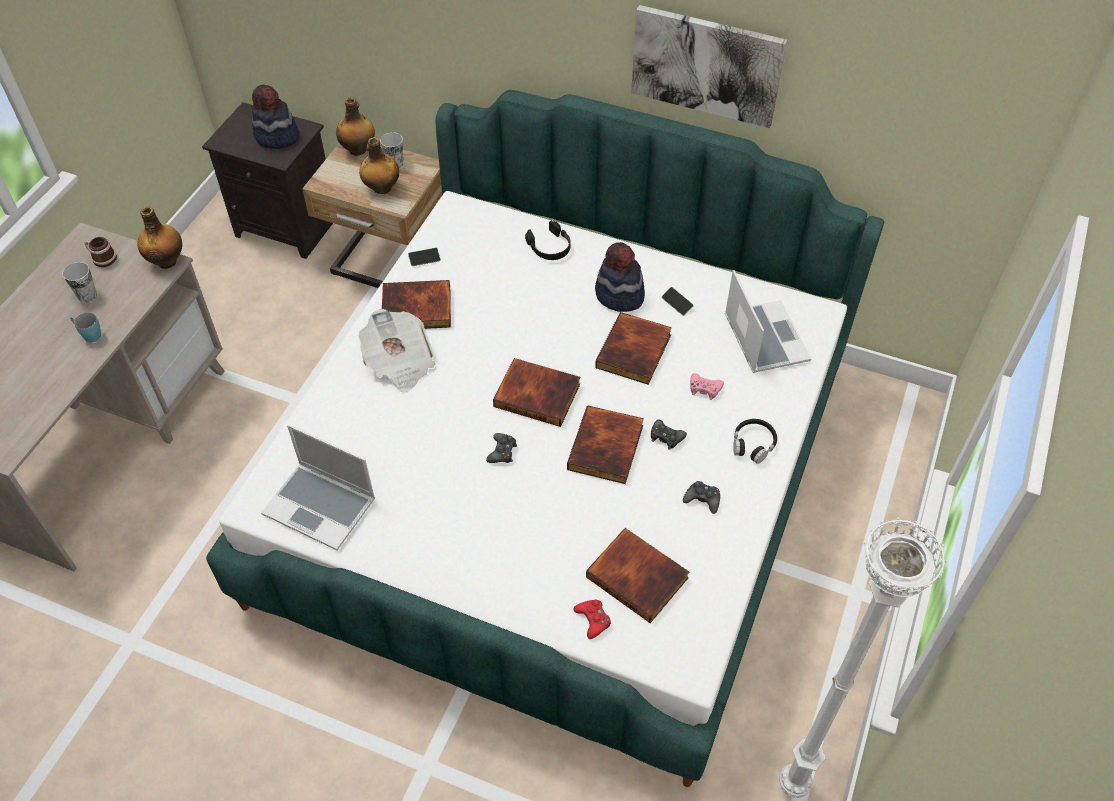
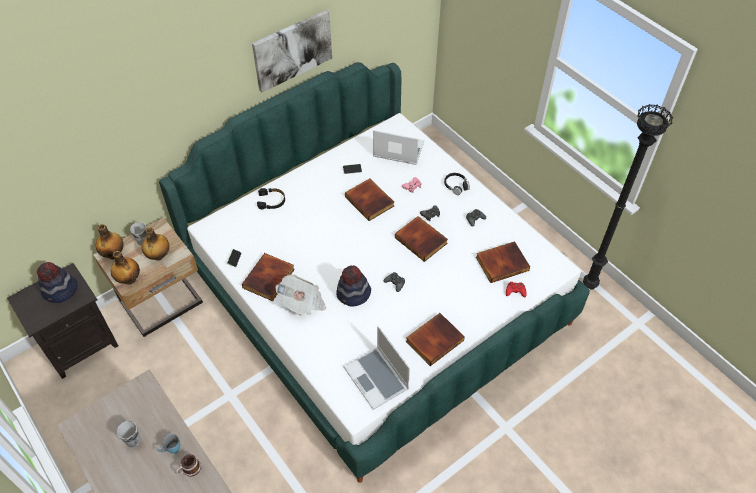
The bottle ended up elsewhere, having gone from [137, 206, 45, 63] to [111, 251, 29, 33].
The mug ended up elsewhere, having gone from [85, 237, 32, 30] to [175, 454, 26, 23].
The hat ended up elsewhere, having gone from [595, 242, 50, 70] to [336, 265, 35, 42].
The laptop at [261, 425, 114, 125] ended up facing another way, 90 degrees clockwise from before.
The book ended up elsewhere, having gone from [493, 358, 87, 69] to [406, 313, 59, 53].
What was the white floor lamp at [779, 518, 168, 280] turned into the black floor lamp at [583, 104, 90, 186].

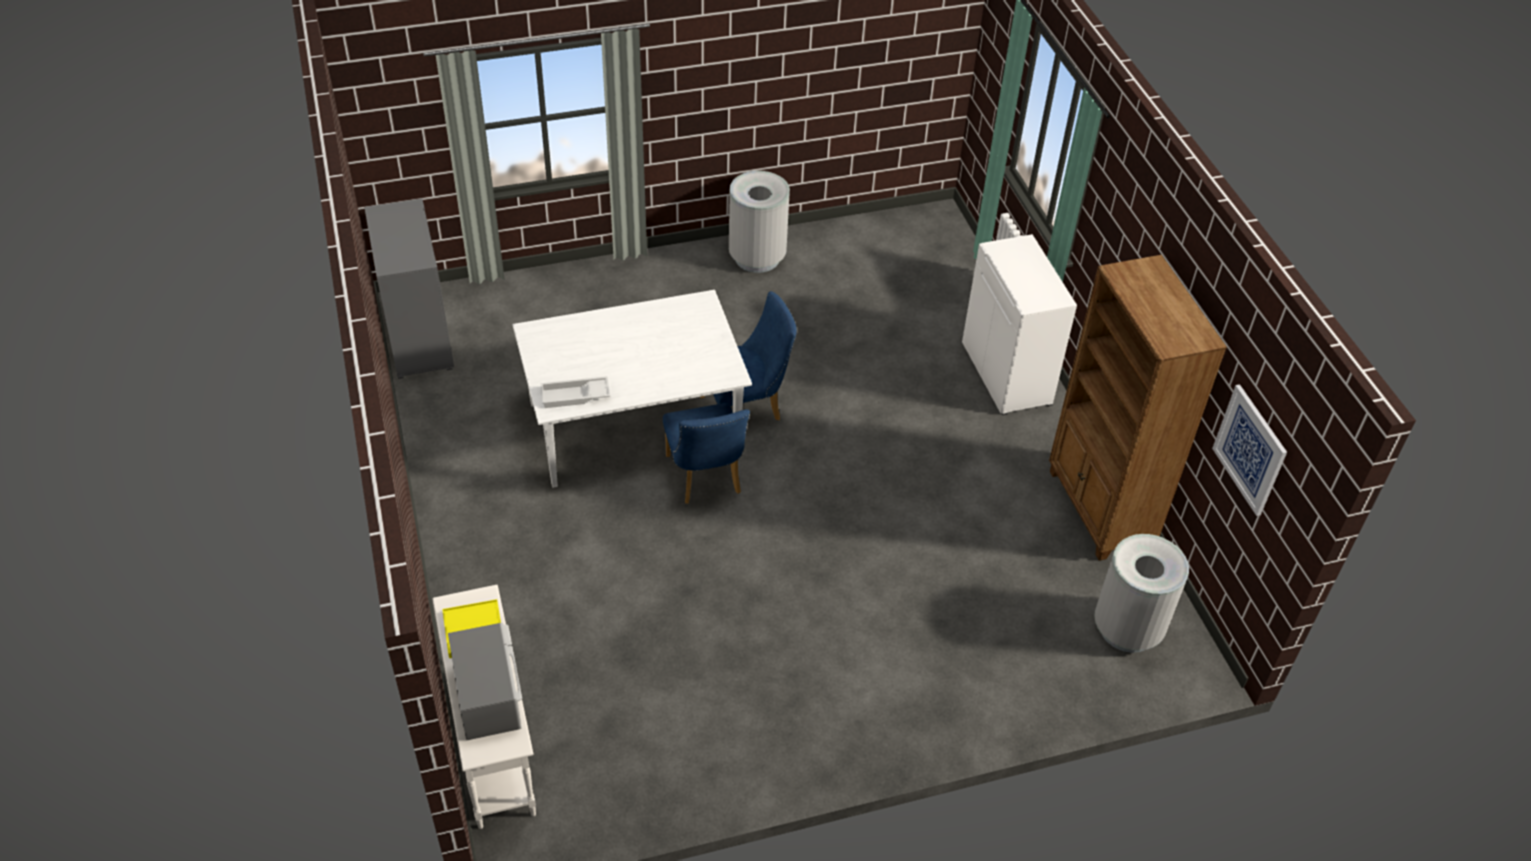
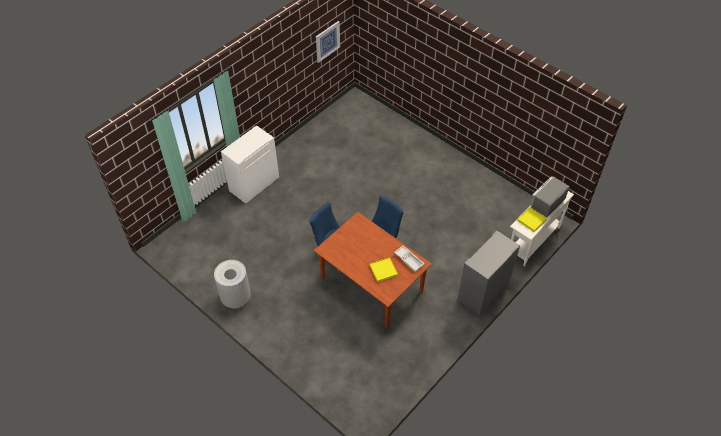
What was the white dining table at [513, 290, 239, 198] turned into the brown dining table at [314, 212, 118, 115].
The second view gained the yellow tray at [370, 257, 28, 25].
The grey cabinet ended up elsewhere, having gone from [364, 199, 90, 180] to [457, 230, 63, 86].
The second view lost the brown bookcase at [1049, 255, 178, 306].
The second view lost the grey trash can at [1094, 534, 95, 119].

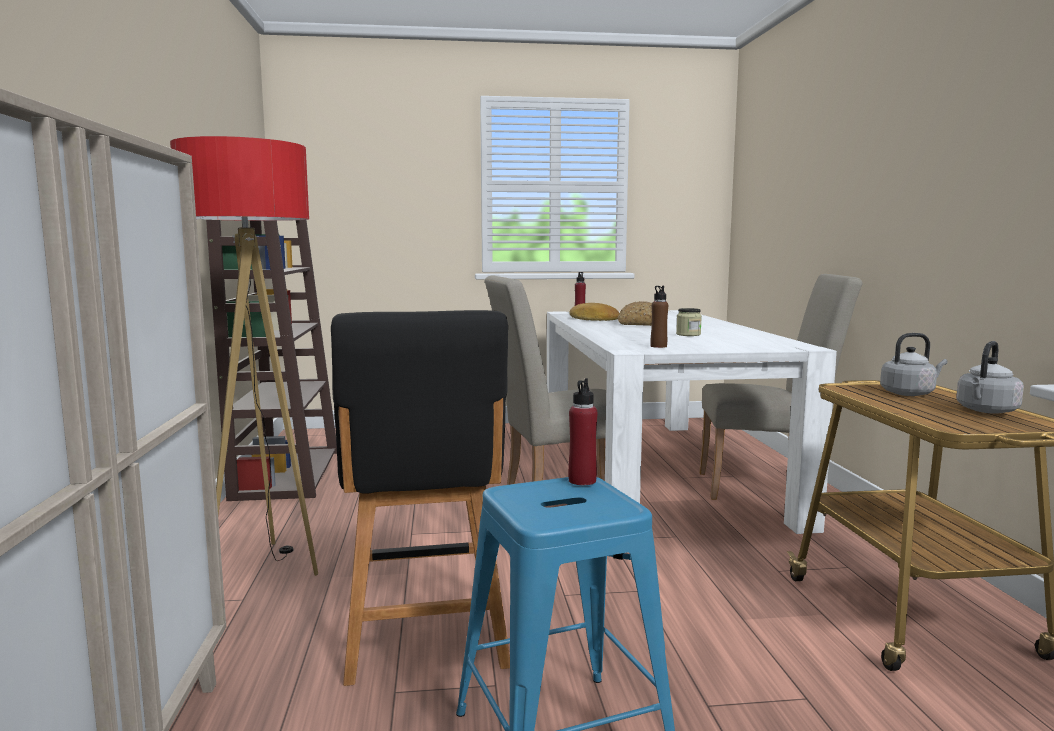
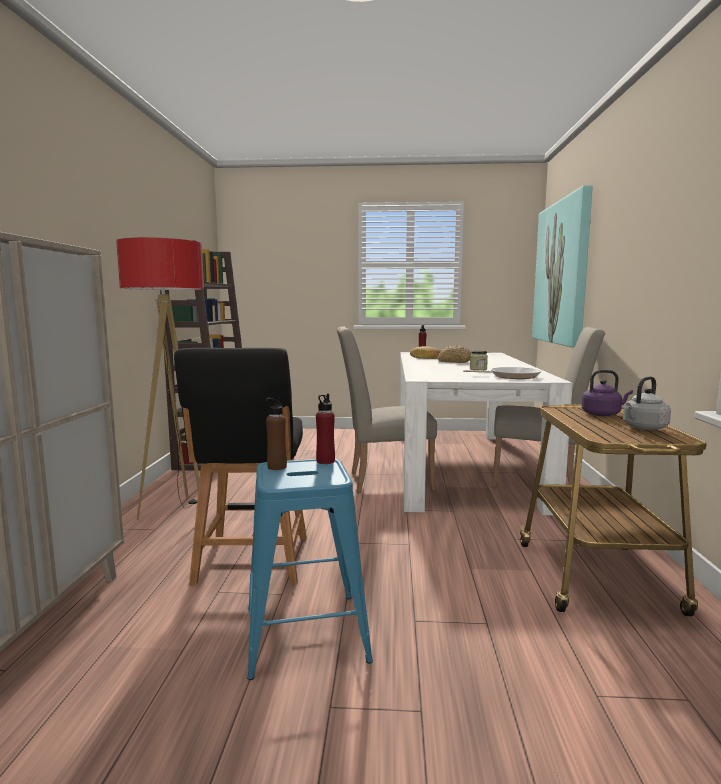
The brown bottle ended up elsewhere, having gone from [650, 286, 18, 62] to [265, 397, 22, 73].
The second view gained the frying pan at [463, 367, 78, 12].
The second view gained the picture at [532, 185, 61, 163].
What was the grey kettle at [880, 333, 68, 63] turned into the purple kettle at [582, 370, 51, 46].

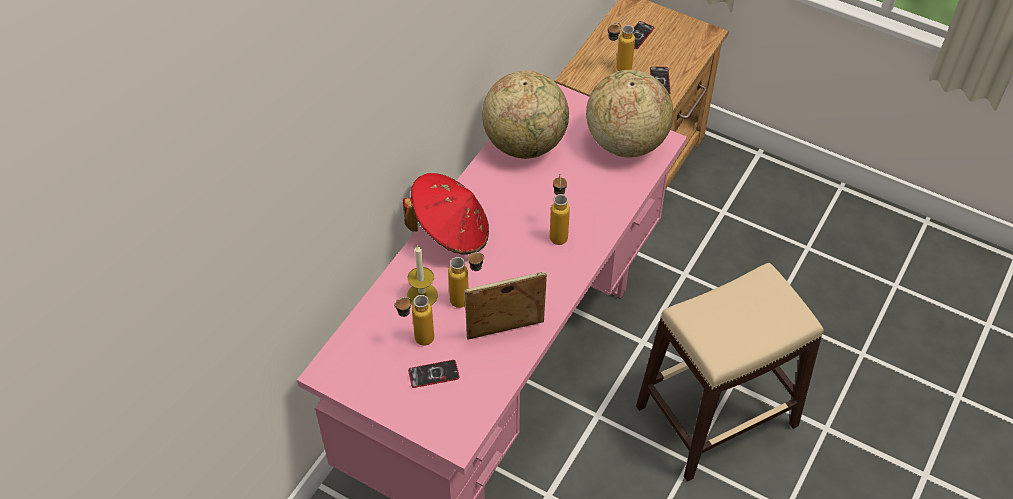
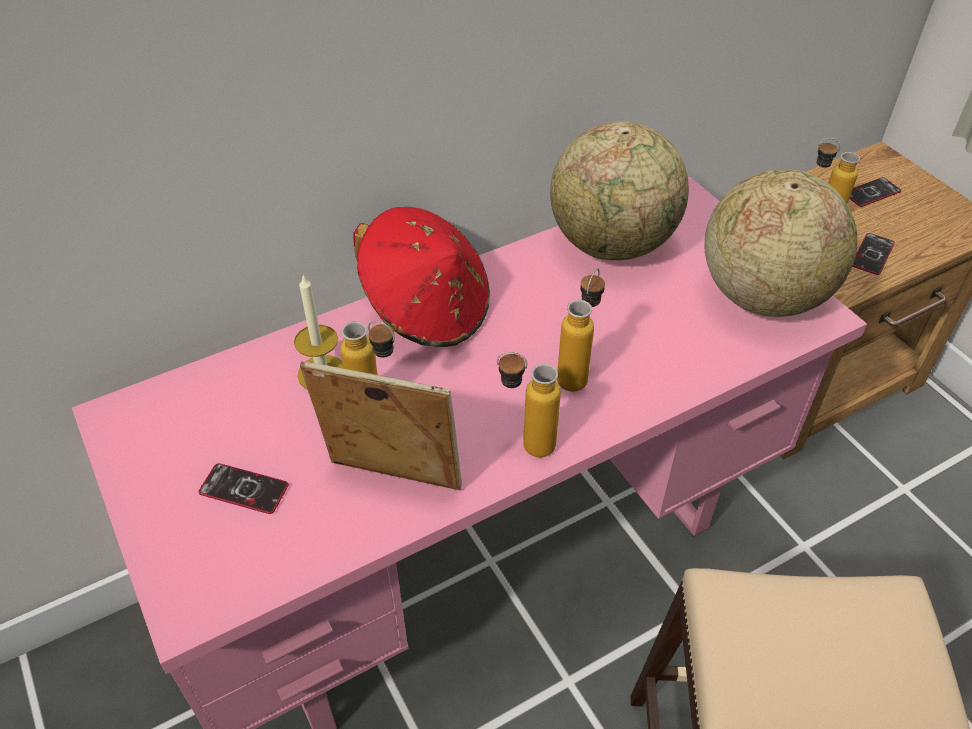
The bottle ended up elsewhere, having gone from [394, 295, 40, 51] to [497, 351, 64, 106].

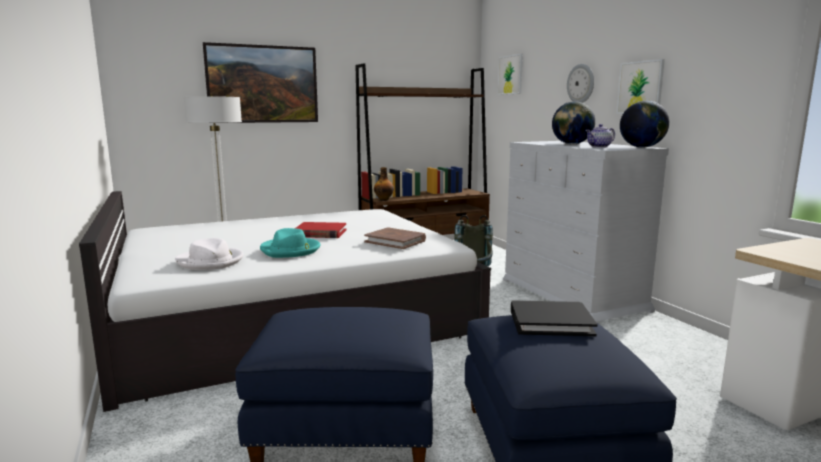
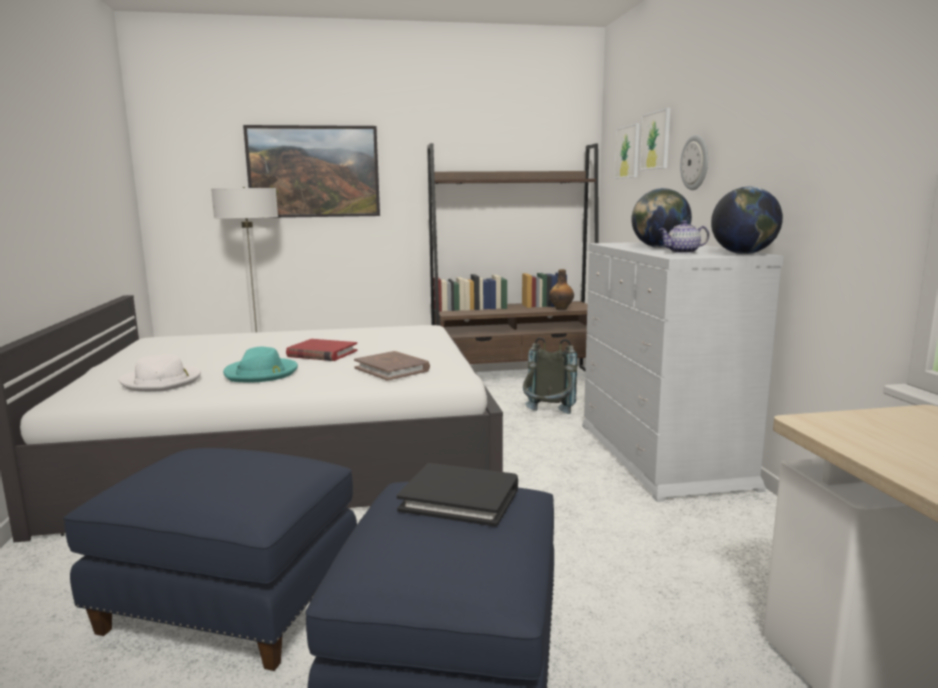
The bottle ended up elsewhere, having gone from [374, 167, 20, 34] to [549, 269, 25, 41].
The picture ended up elsewhere, having gone from [617, 59, 48, 55] to [640, 108, 30, 62].

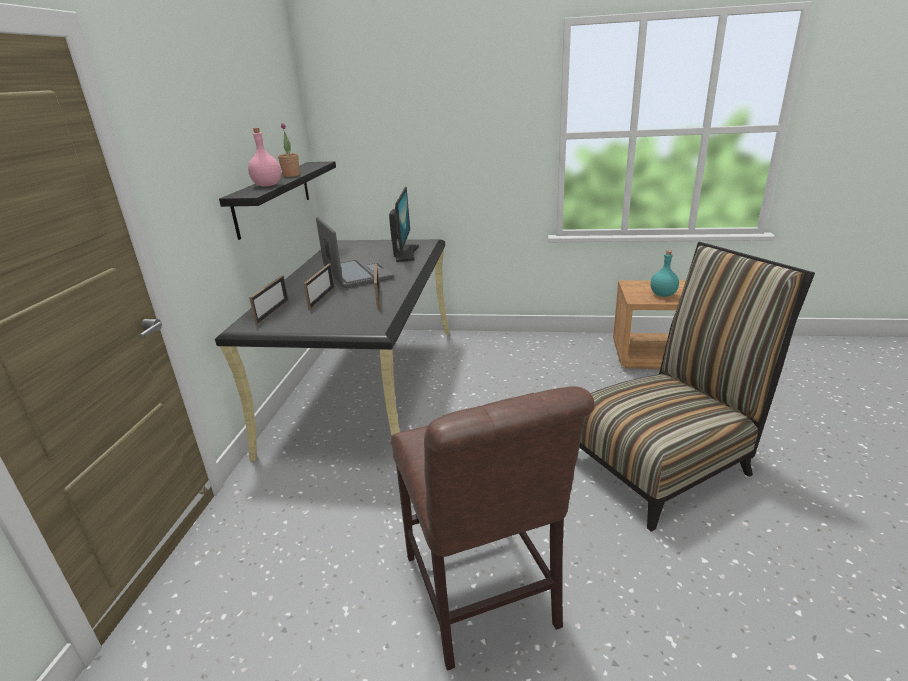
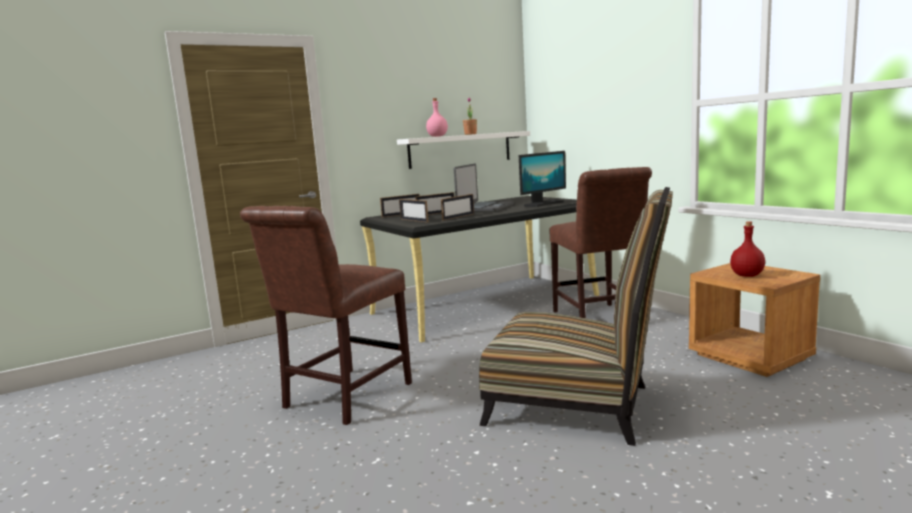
What was the black shelf at [219, 161, 117, 79] turned into the white shelf at [397, 131, 133, 38].
The second view gained the picture frame at [399, 199, 29, 23].
The second view gained the brown chair at [549, 167, 103, 151].
What was the turquoise bottle at [650, 250, 29, 47] turned into the red bottle at [730, 221, 35, 56].

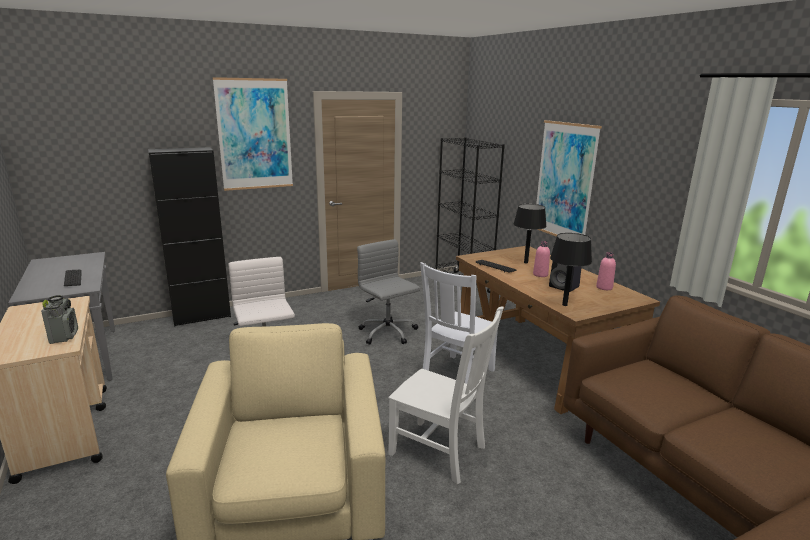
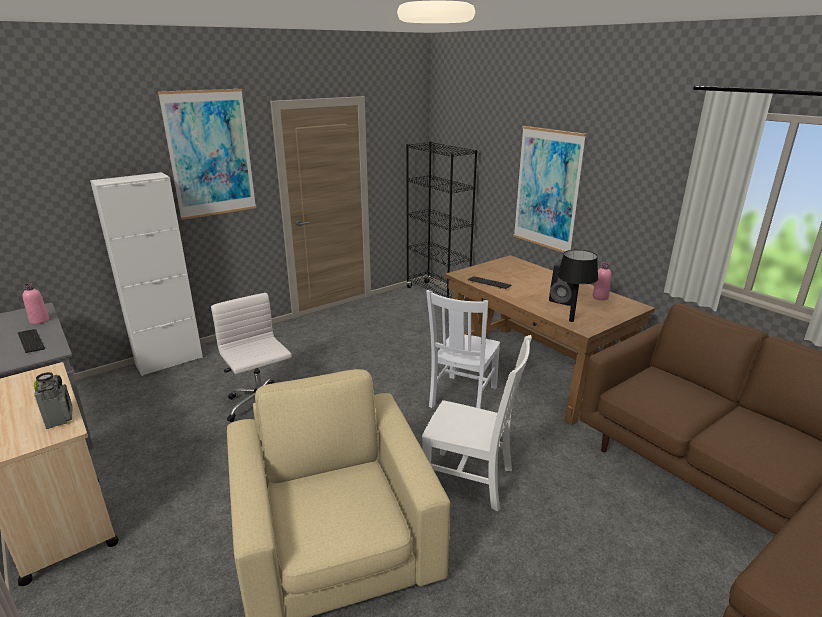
The pink bottle ended up elsewhere, having gone from [533, 241, 17, 36] to [23, 283, 26, 41].
What was the black cabinet at [148, 147, 83, 180] turned into the white cabinet at [90, 172, 113, 204].
The second view lost the grey office chair at [357, 239, 63, 106].
The second view lost the black table lamp at [514, 204, 33, 60].

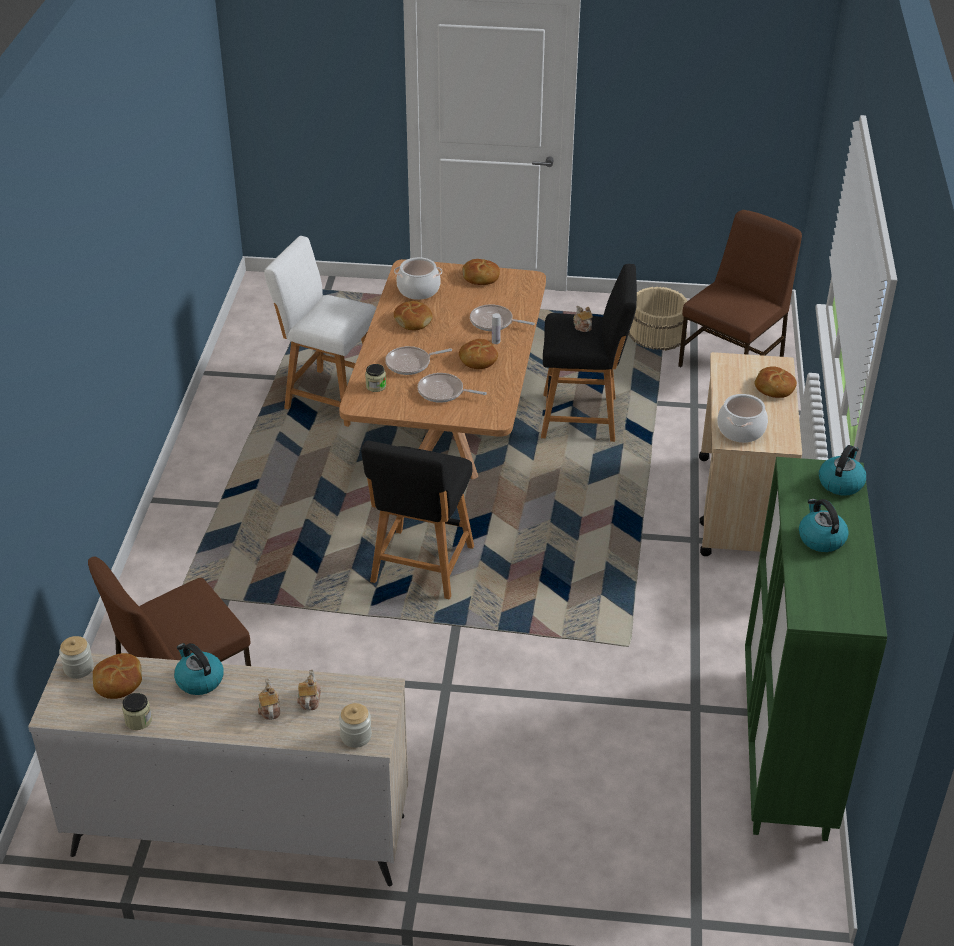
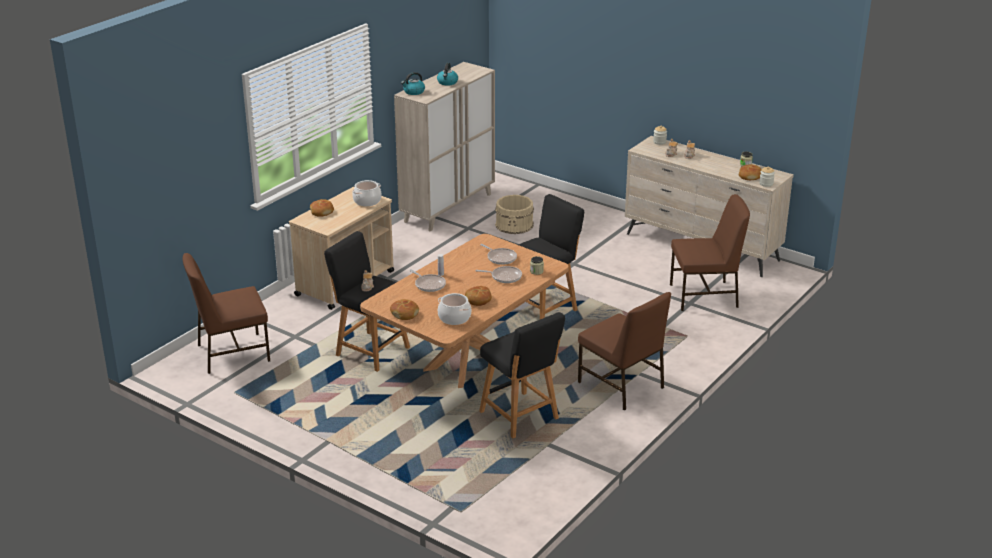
What was the green cabinet at [745, 457, 142, 384] turned into the beige cabinet at [394, 62, 101, 170].
What was the white stool at [264, 236, 112, 191] turned into the black stool at [479, 312, 86, 126].
The beige bucket ended up elsewhere, having gone from [629, 287, 59, 64] to [495, 195, 39, 39].
The second view gained the brown chair at [578, 292, 93, 118].
The second view lost the kettle at [174, 643, 50, 52].
The second view lost the bread at [459, 339, 39, 30].

